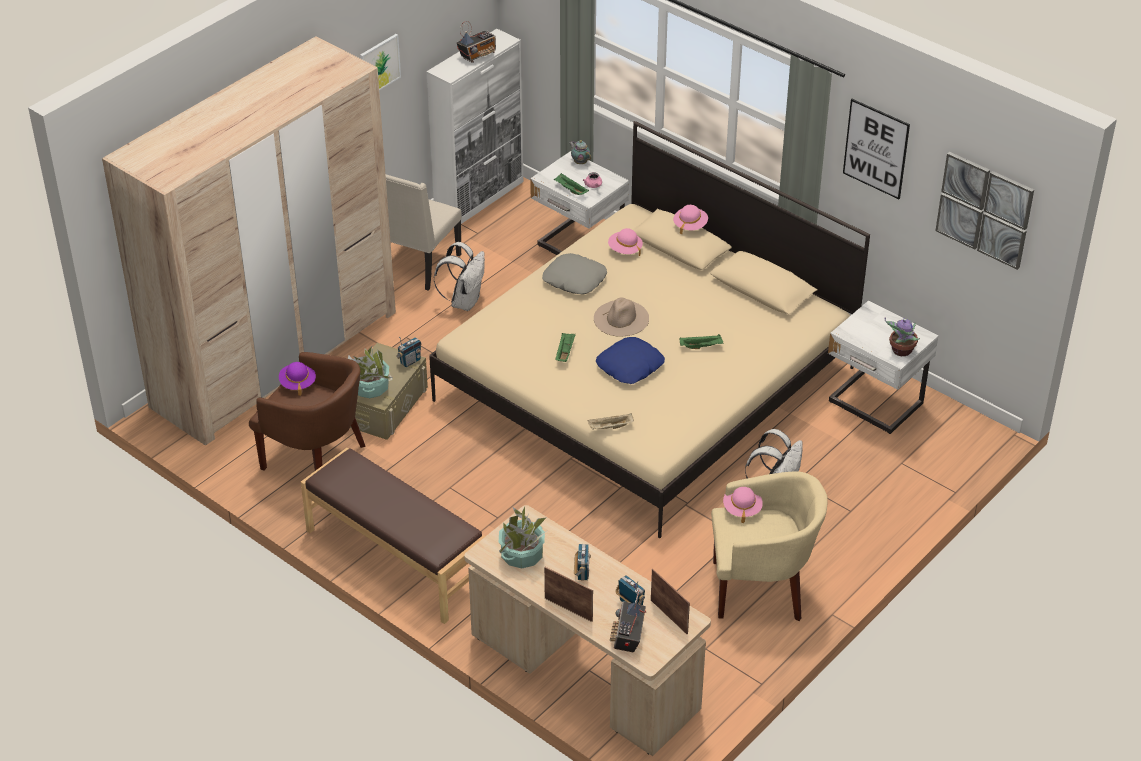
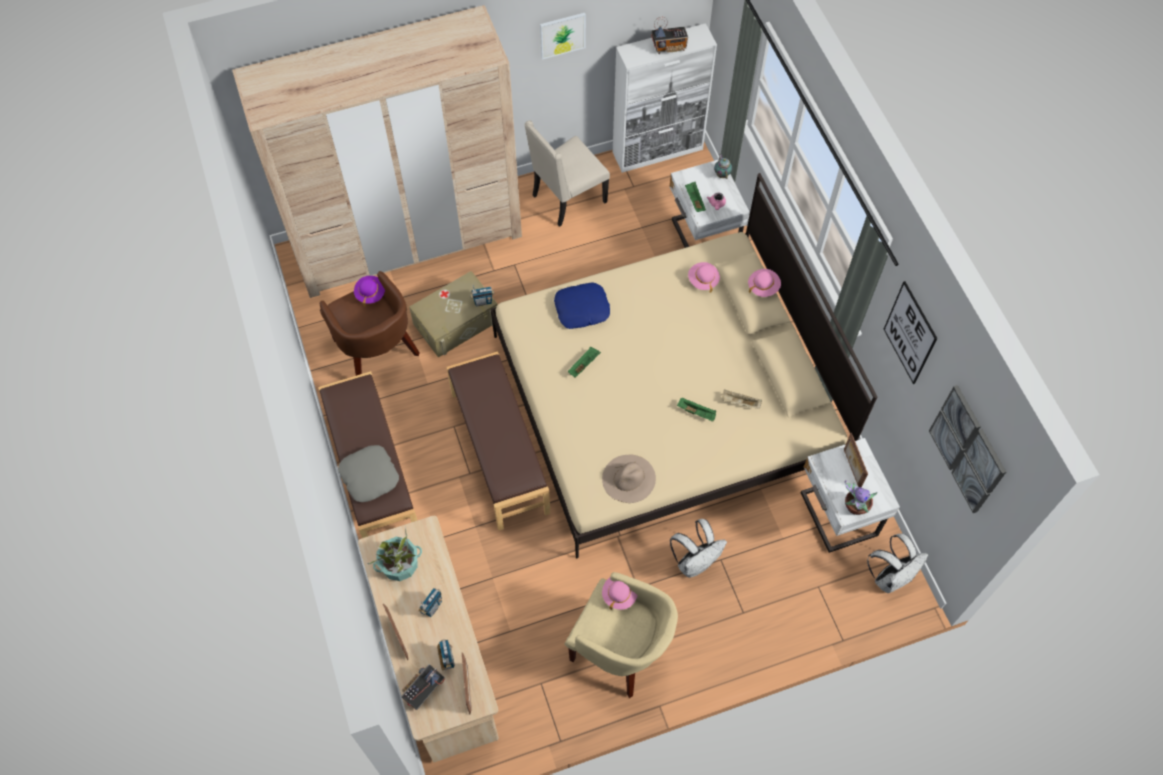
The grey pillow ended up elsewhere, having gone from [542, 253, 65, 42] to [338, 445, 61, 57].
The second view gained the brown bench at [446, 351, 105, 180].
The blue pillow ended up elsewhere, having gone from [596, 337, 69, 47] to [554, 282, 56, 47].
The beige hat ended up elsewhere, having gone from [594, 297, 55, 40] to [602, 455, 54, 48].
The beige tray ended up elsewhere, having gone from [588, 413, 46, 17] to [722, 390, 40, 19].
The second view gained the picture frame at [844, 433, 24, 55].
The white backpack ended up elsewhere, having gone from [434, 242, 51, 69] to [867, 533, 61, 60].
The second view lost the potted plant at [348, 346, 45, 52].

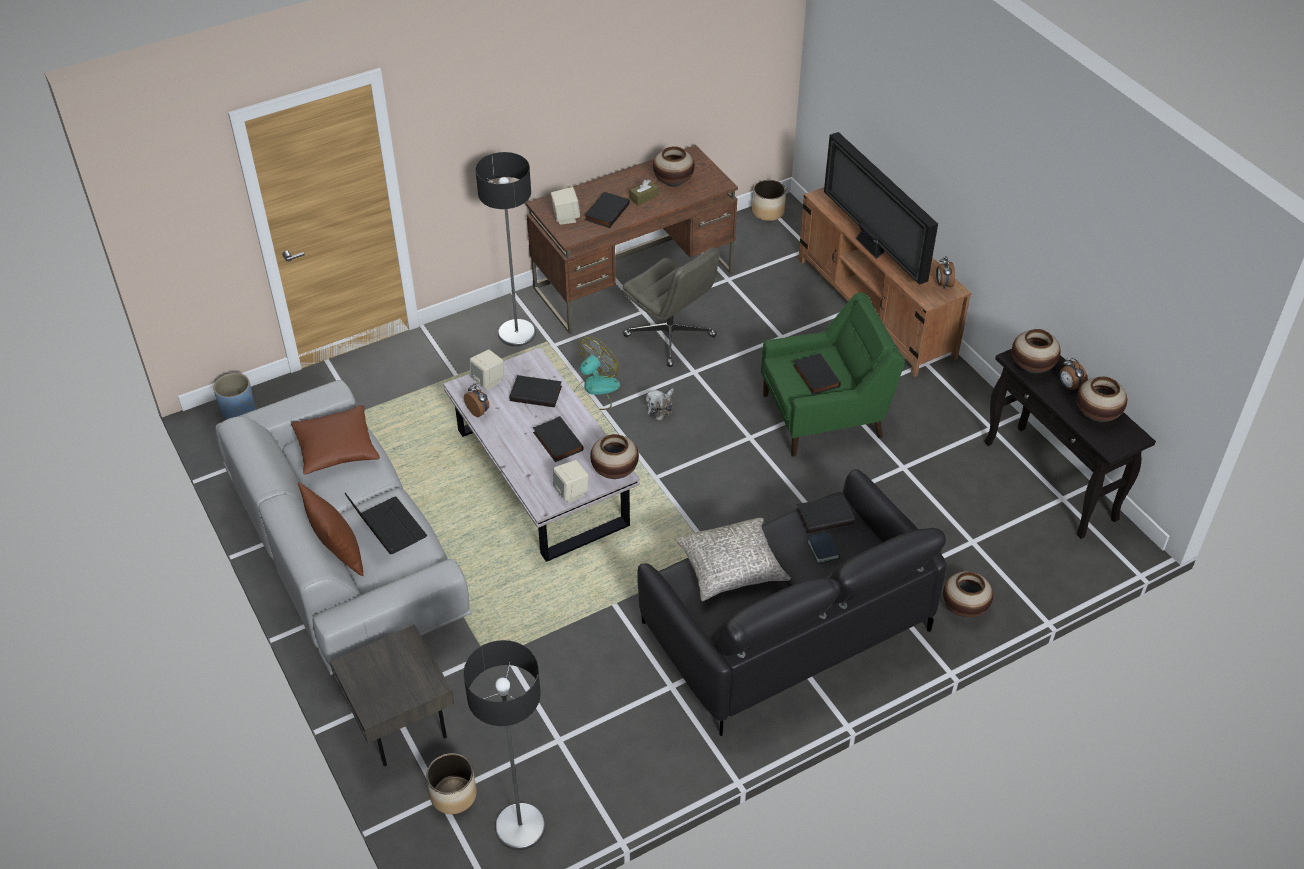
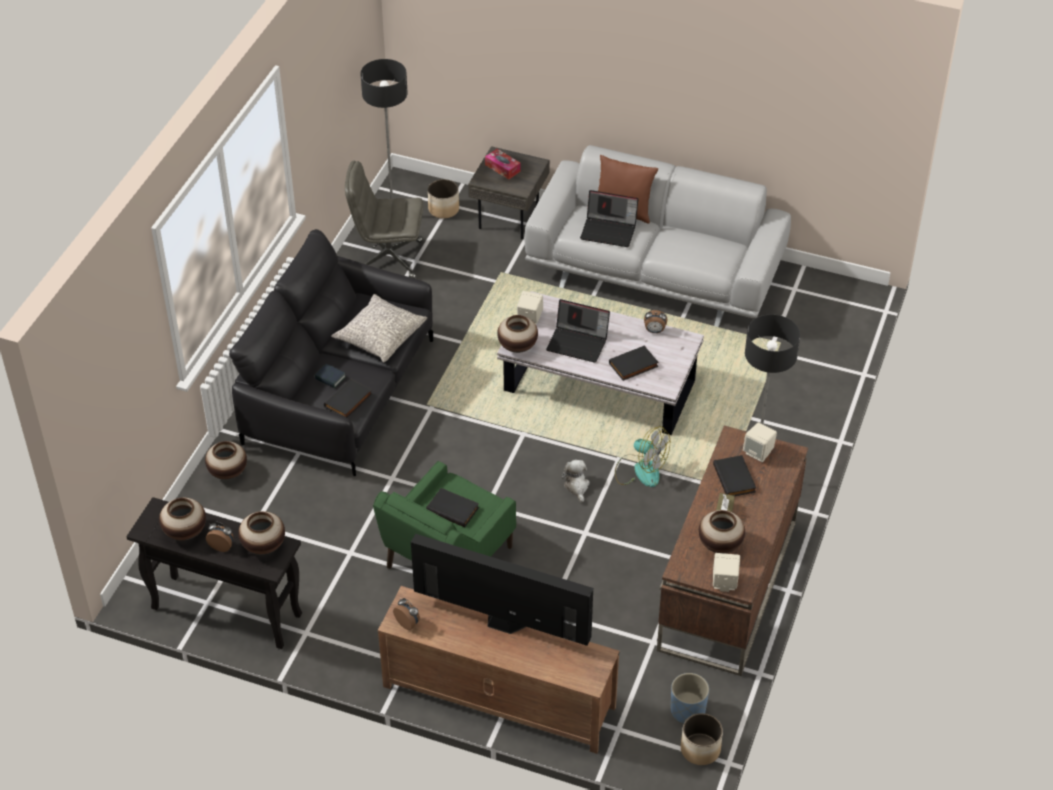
The grey office chair ended up elsewhere, having gone from [622, 247, 98, 120] to [345, 161, 78, 117].
The second view gained the tissue box at [485, 149, 36, 30].
Where the black book stood at [533, 416, 51, 46], the laptop came to stand at [546, 299, 64, 64].
The fan at [574, 336, 46, 74] ended up facing another way, 60 degrees counterclockwise from before.
The blue planter ended up elsewhere, having gone from [213, 373, 42, 47] to [671, 673, 38, 50].
The beige speaker ended up elsewhere, having gone from [470, 349, 34, 42] to [713, 553, 27, 39].
The second view lost the brown pillow at [291, 405, 89, 70].

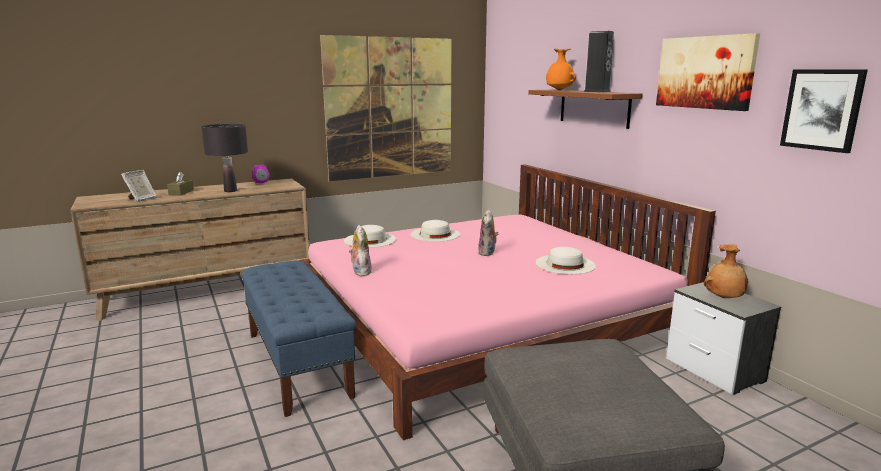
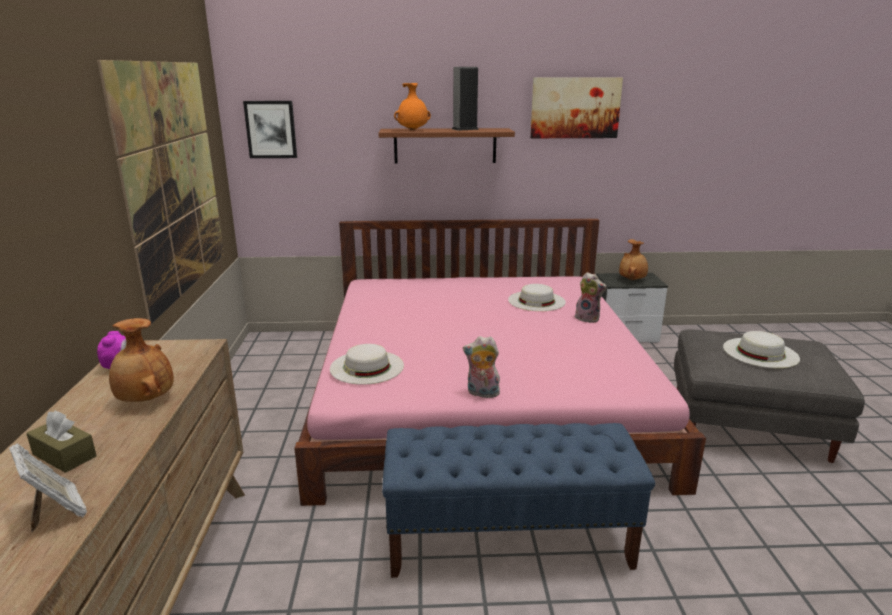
Where the black table lamp stood at [201, 124, 47, 68], the brown vase came to stand at [109, 318, 65, 84].
The picture ended up elsewhere, having gone from [780, 69, 88, 84] to [243, 101, 54, 57].
The plush toy ended up elsewhere, having gone from [478, 210, 21, 46] to [575, 272, 32, 51].
The white hat ended up elsewhere, having gone from [410, 220, 50, 22] to [723, 331, 77, 37].

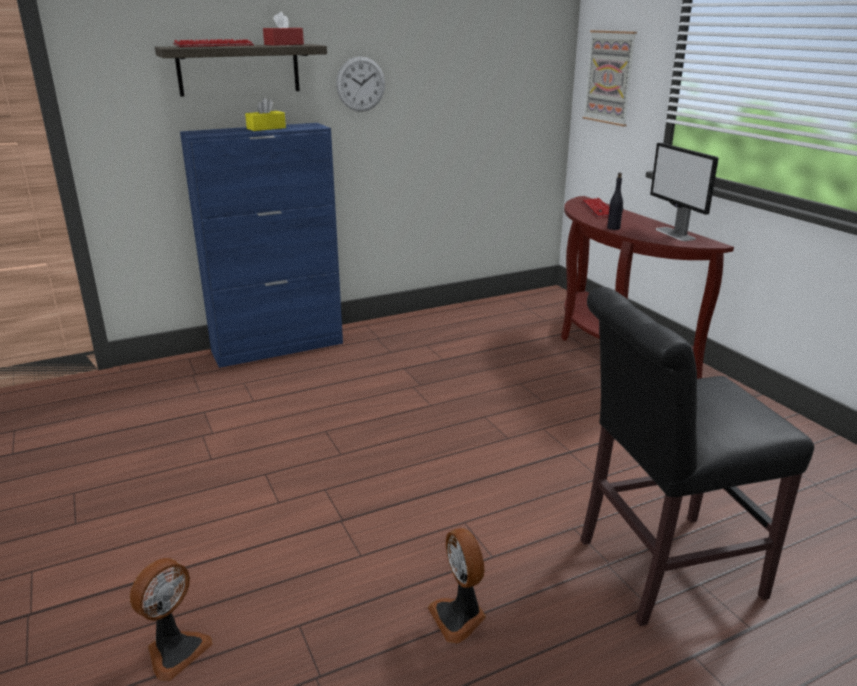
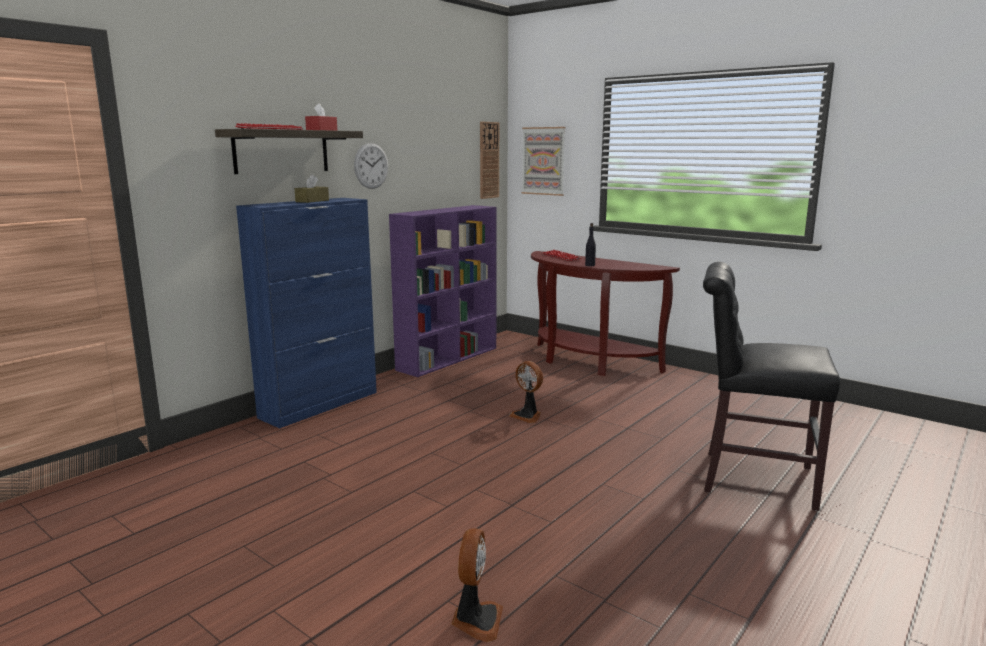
What was the yellow tissue box at [245, 98, 41, 33] turned into the brown tissue box at [294, 174, 35, 29].
The second view gained the purple bookcase at [389, 205, 108, 172].
The second view gained the wall clock at [480, 122, 19, 77].
The fan ended up elsewhere, having gone from [428, 528, 58, 115] to [509, 361, 34, 62].
The black chair at [581, 287, 233, 339] ended up facing another way, 60 degrees clockwise from before.
The second view lost the monitor at [650, 143, 69, 98].

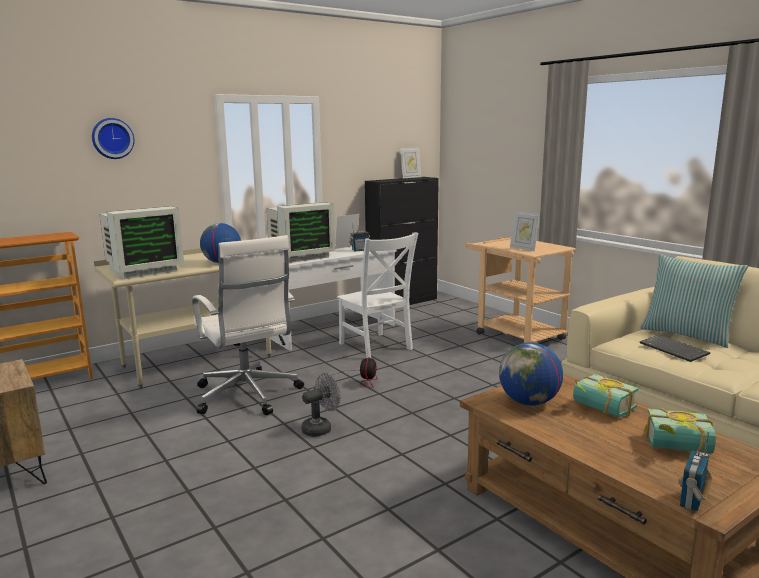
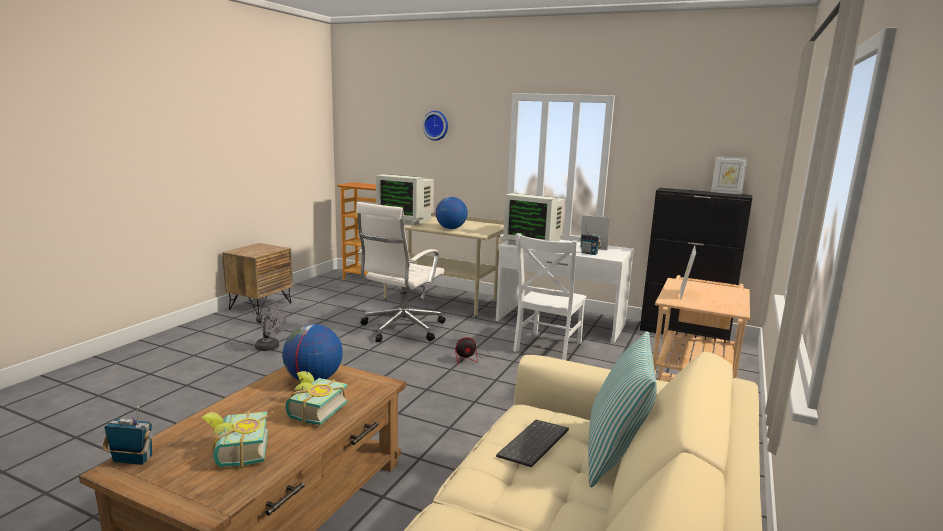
The grey fan ended up elsewhere, having gone from [301, 373, 39, 64] to [255, 307, 31, 44].

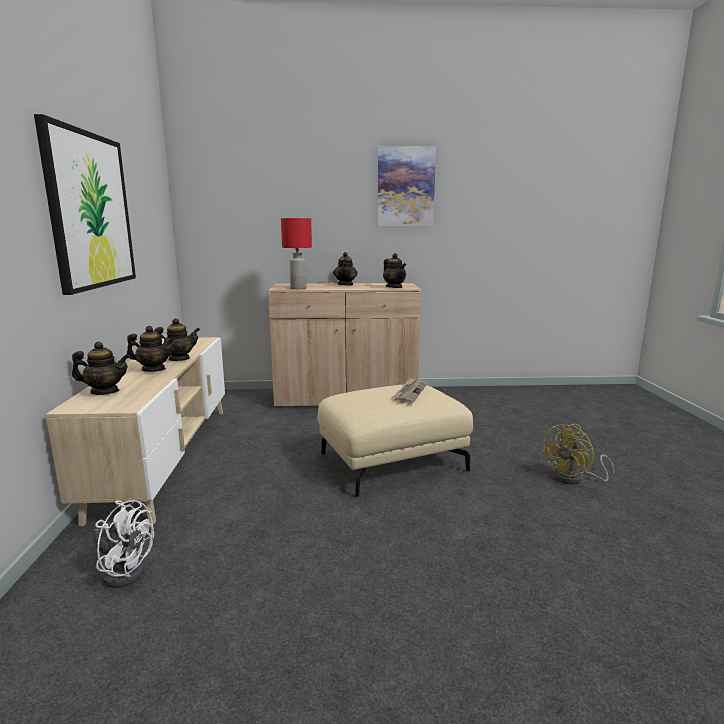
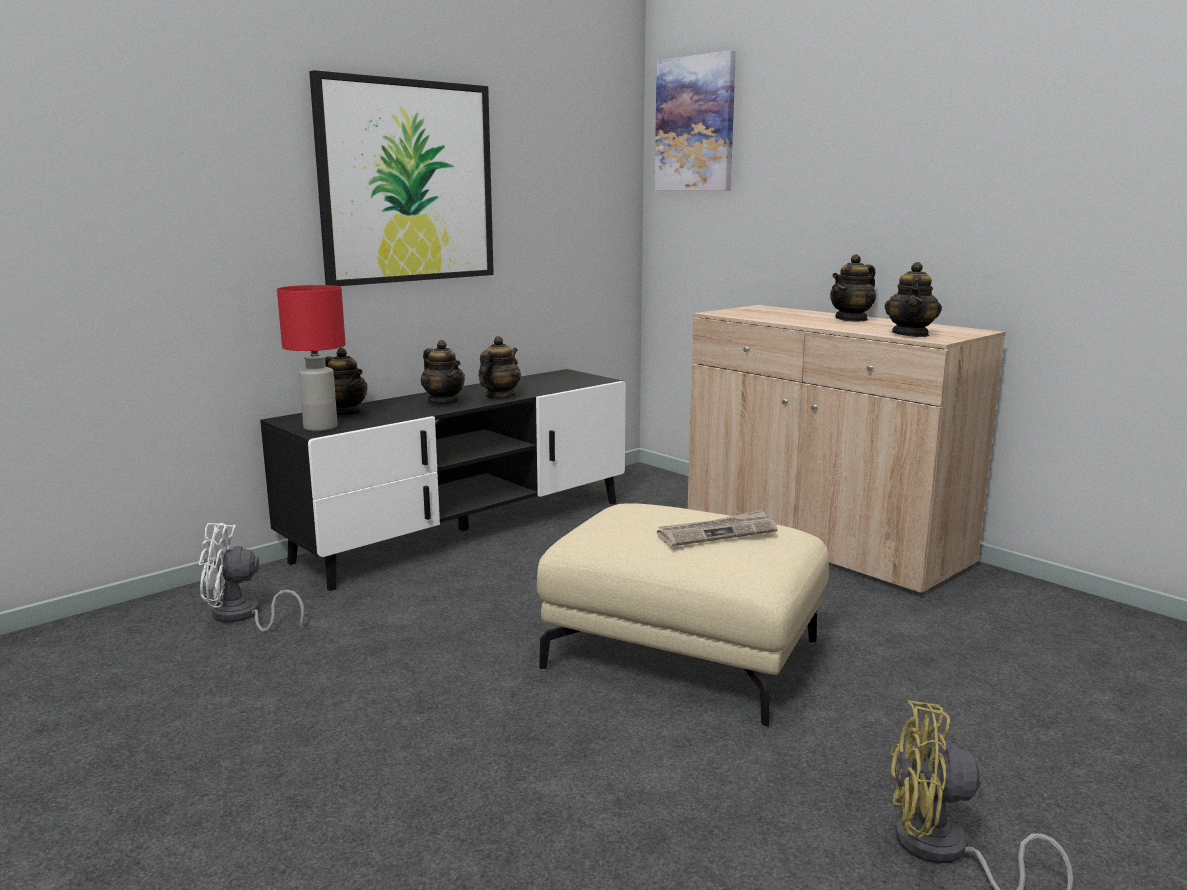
The white fan at [94, 500, 60, 88] ended up facing another way, 105 degrees clockwise from before.
What was the beige tv stand at [45, 337, 180, 189] turned into the black tv stand at [260, 369, 366, 222].
The red table lamp ended up elsewhere, having gone from [281, 218, 31, 71] to [277, 285, 69, 146].
The teapot at [154, 318, 46, 43] ended up facing another way, 90 degrees counterclockwise from before.
The picture ended up elsewhere, having gone from [377, 146, 59, 80] to [655, 50, 81, 141].

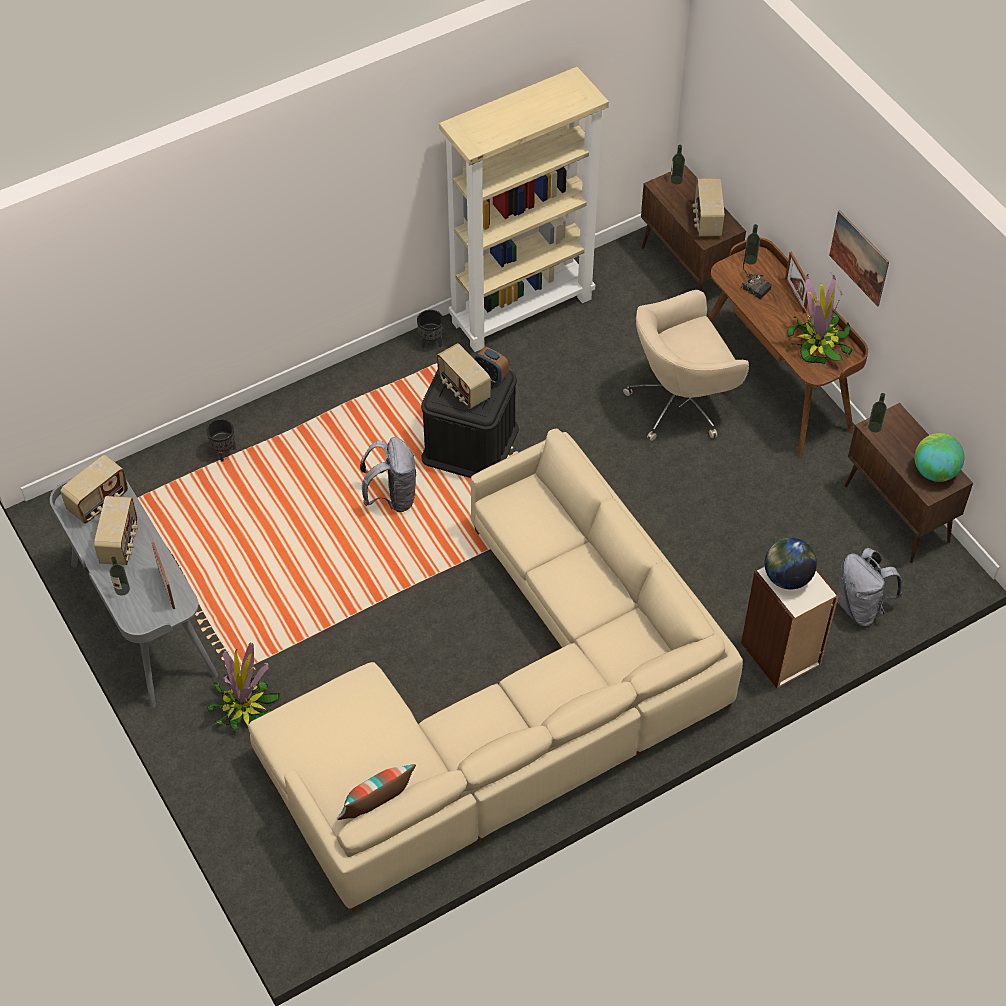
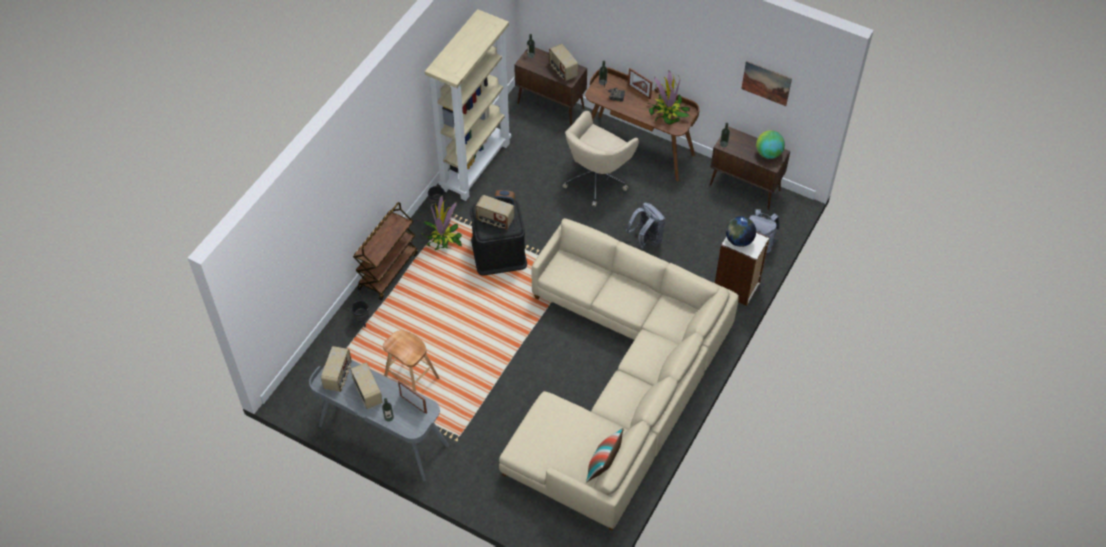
The second view gained the brown cart at [353, 202, 65, 98].
The second view gained the brown stool at [383, 330, 56, 61].
The potted plant ended up elsewhere, having gone from [207, 642, 72, 89] to [421, 195, 41, 55].
The grey backpack ended up elsewhere, having gone from [360, 437, 56, 75] to [626, 203, 40, 46].
The picture ended up elsewhere, having gone from [829, 210, 60, 97] to [741, 61, 51, 45].

